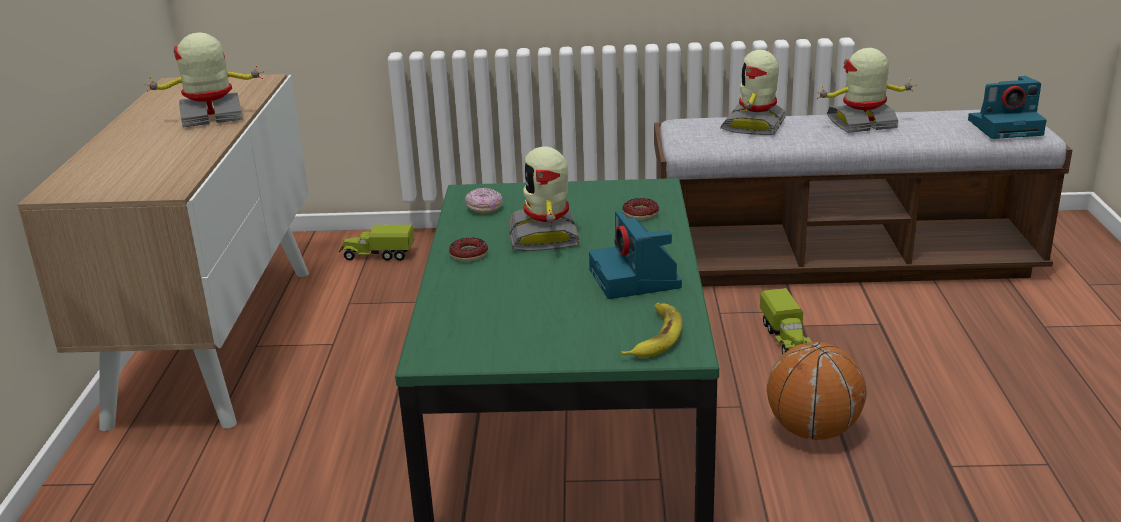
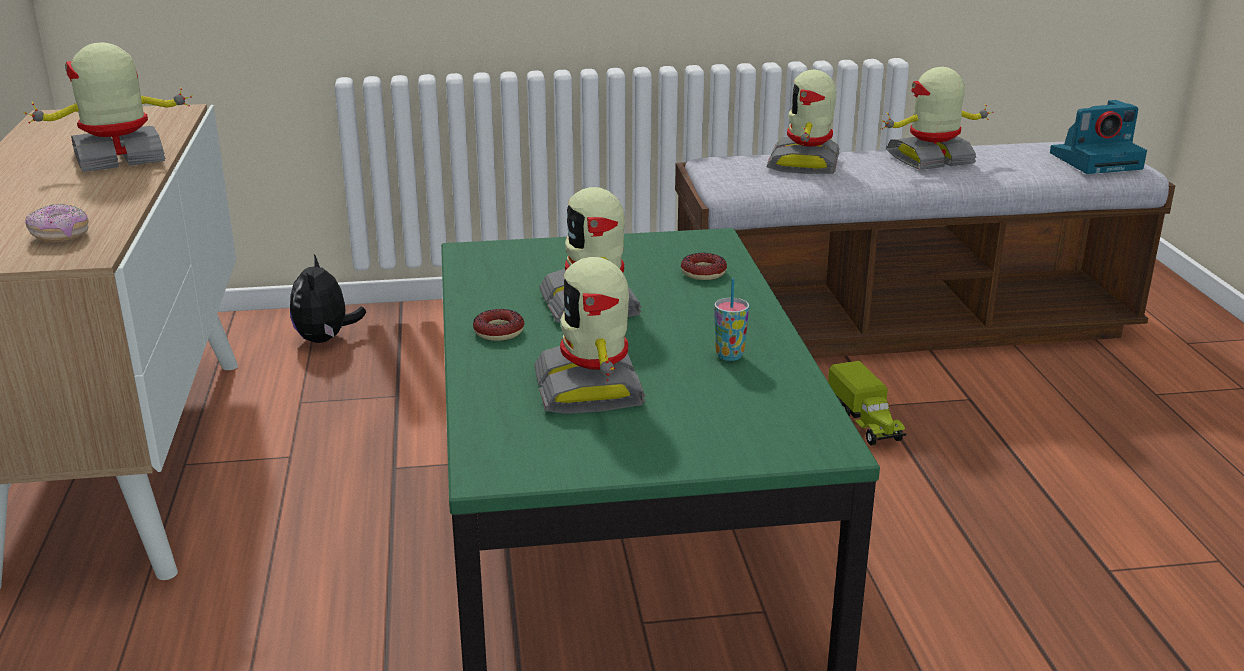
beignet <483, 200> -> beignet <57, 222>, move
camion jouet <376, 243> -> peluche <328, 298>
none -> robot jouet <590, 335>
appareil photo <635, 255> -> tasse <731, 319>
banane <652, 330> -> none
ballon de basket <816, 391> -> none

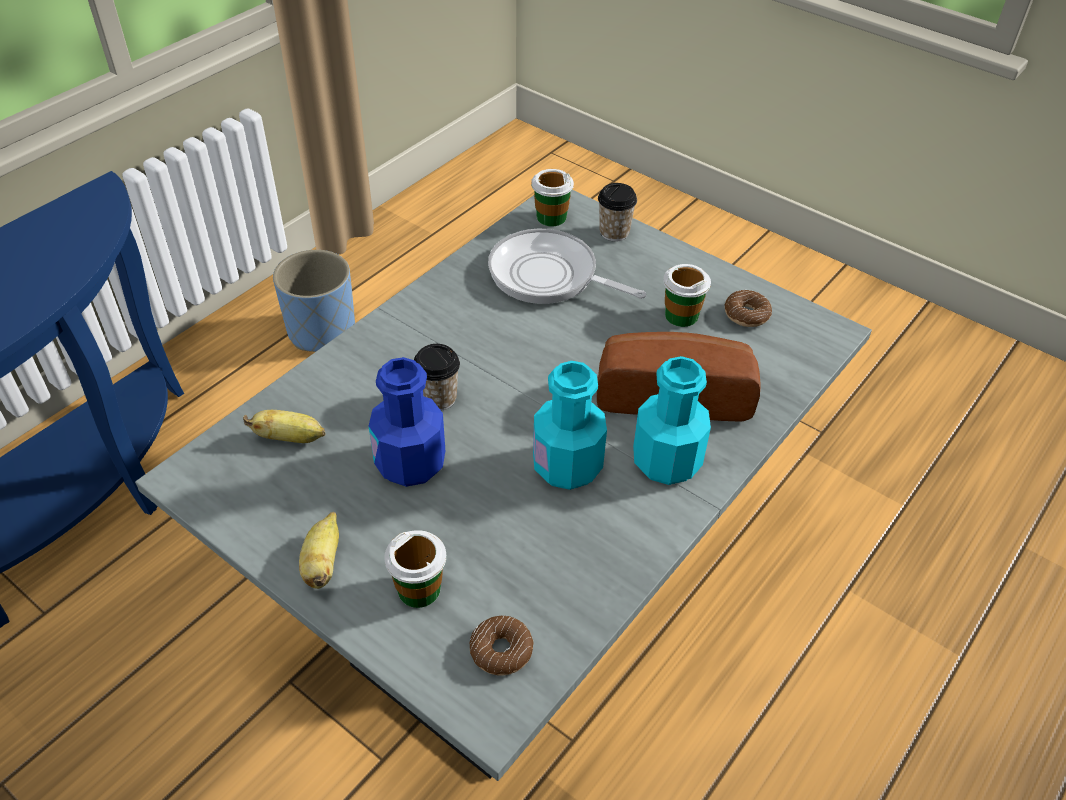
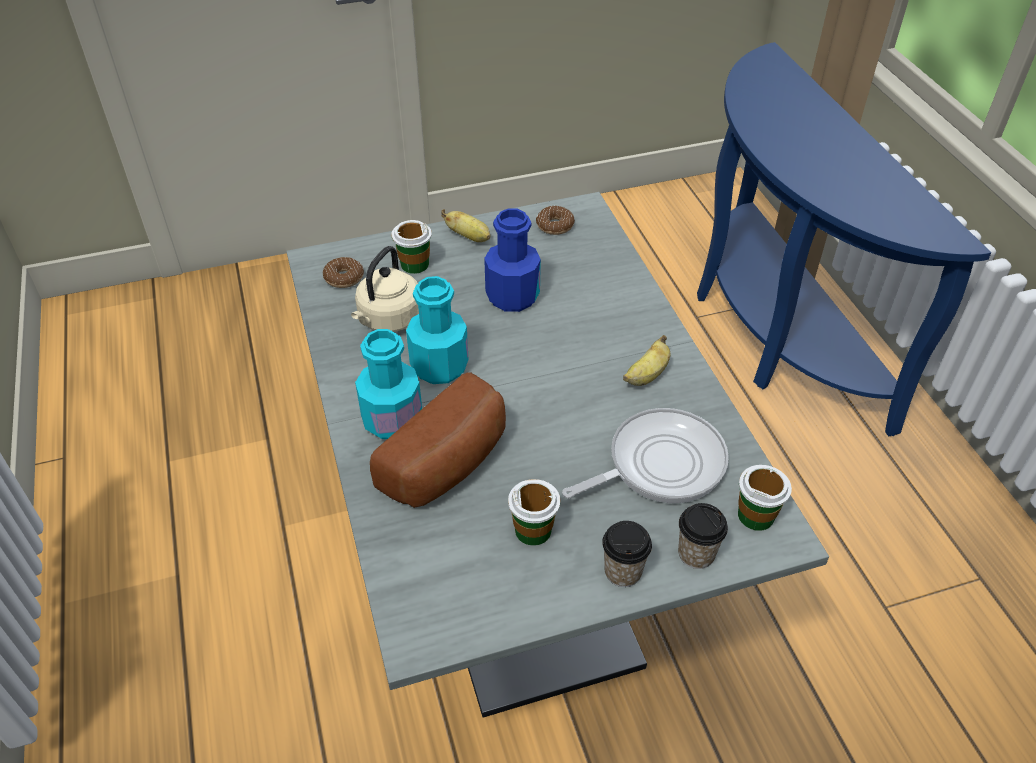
none -> bouilloire [beige] <385, 289>
beignet <748, 308> -> beignet <555, 220>, move
tasse <437, 377> -> tasse <627, 554>, move
banane <284, 426> -> banane <647, 360>, move
cache-pot [bleu] <314, 301> -> none

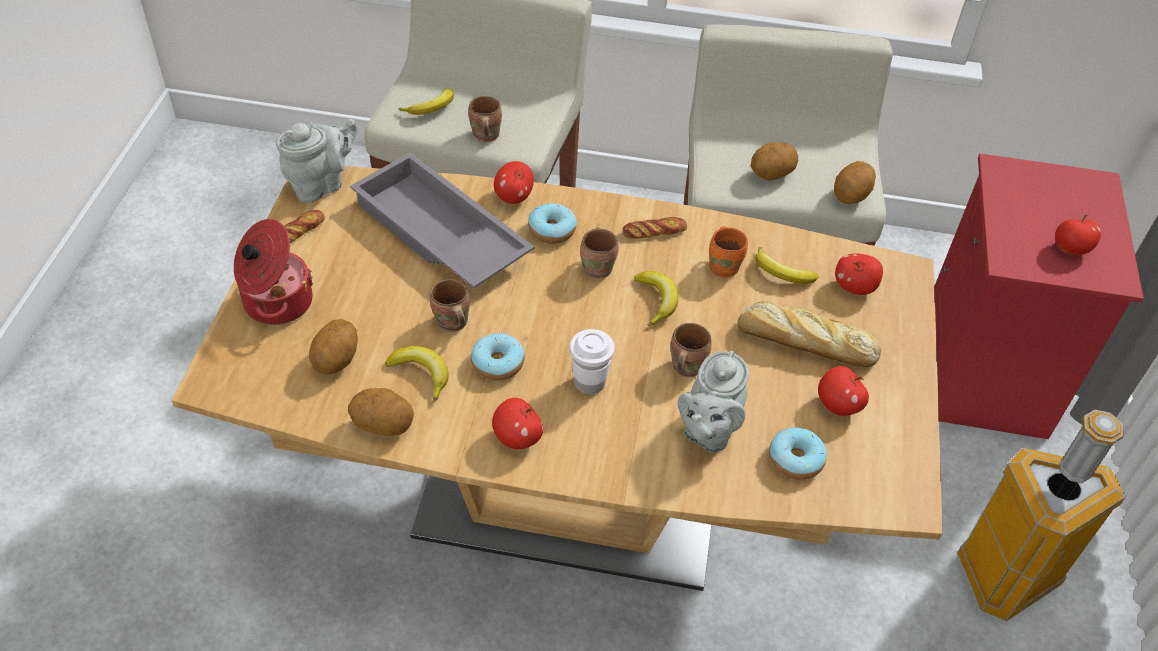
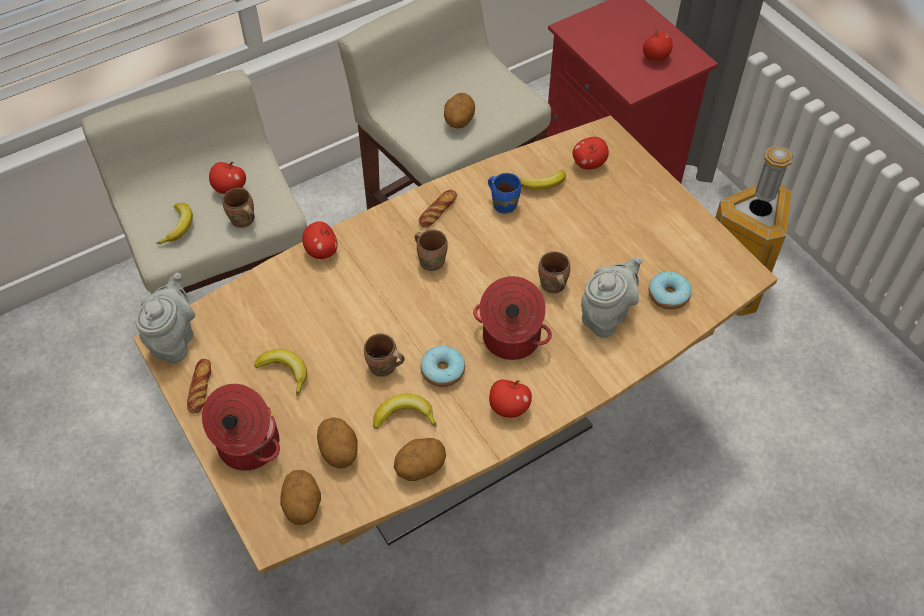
pomme <843, 391> -> pomme <227, 178>, move
banane <656, 298> -> banane <280, 372>, move
pomme de terre <855, 182> -> pomme de terre <300, 497>, move
tasse [blanc] <592, 361> -> marmite <512, 318>
mug [orange] <728, 252> -> mug [bleu] <504, 193>
théière [gris] <713, 401> -> théière [gris] <612, 297>, 120 degrees counterclockwise
plateau [gris] <442, 220> -> none
beignet <552, 223> -> none
pain <809, 334> -> none

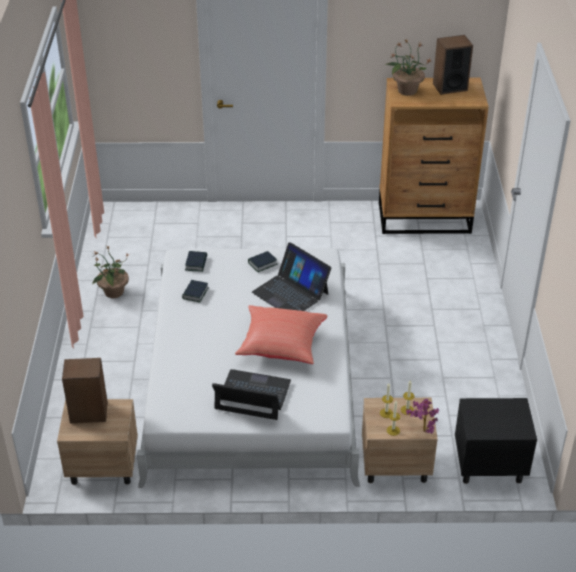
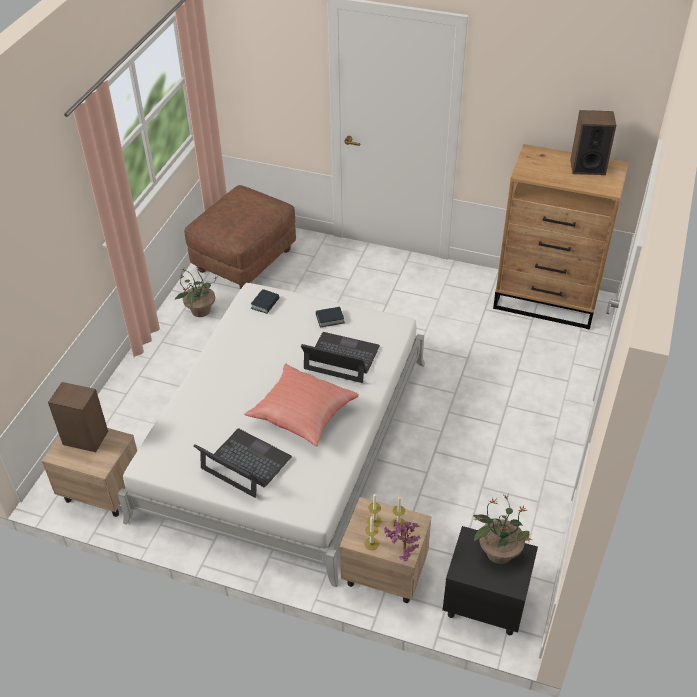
none -> pouf [marron] <240, 237>
ordinateur portable <292, 276> -> ordinateur portable <340, 357>, 135 degrees clockwise
plante en pot <408, 67> -> plante en pot <502, 529>, move
livre <195, 291> -> none

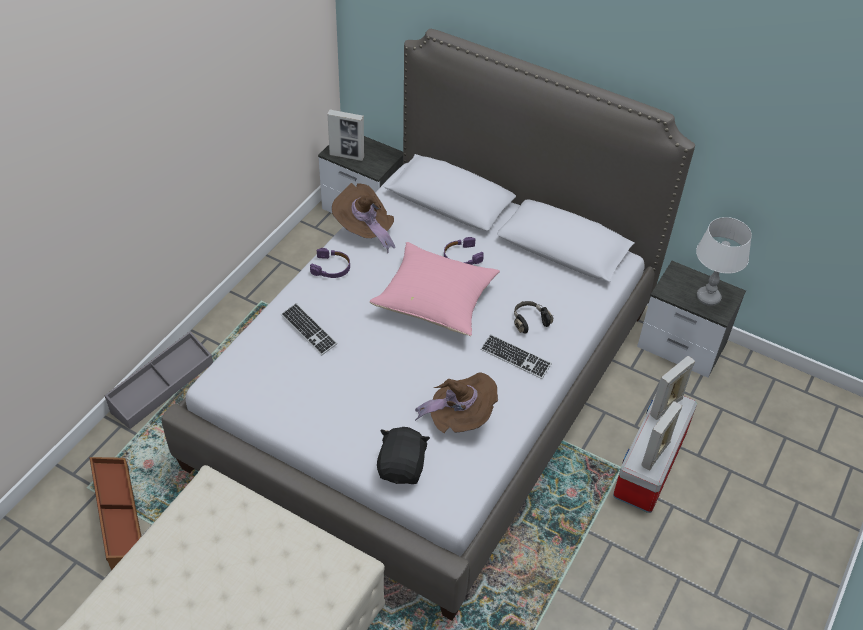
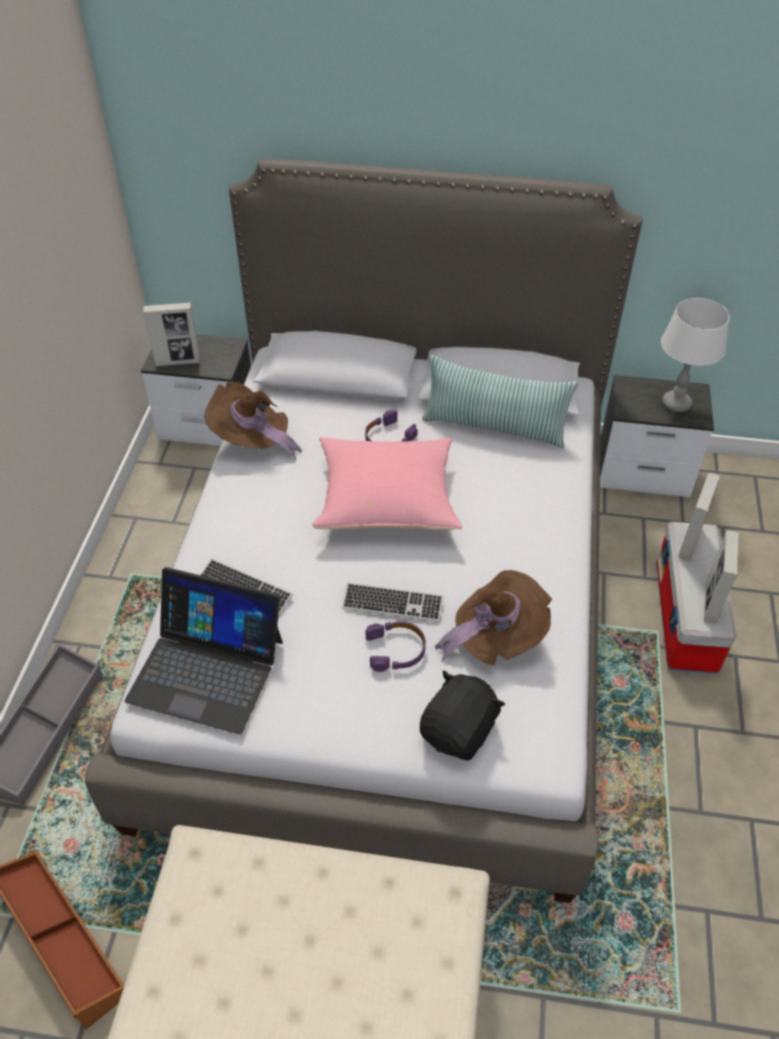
none -> ordinateur portable <204, 650>
clavier <516, 356> -> clavier <393, 602>, move
casque audio [violet] <330, 263> -> casque audio [violet] <395, 646>, move
peluche [noir] <403, 455> -> peluche [noir] <462, 715>, 45 degrees clockwise
none -> coussin <500, 401>
casque audio [noir] <533, 317> -> none

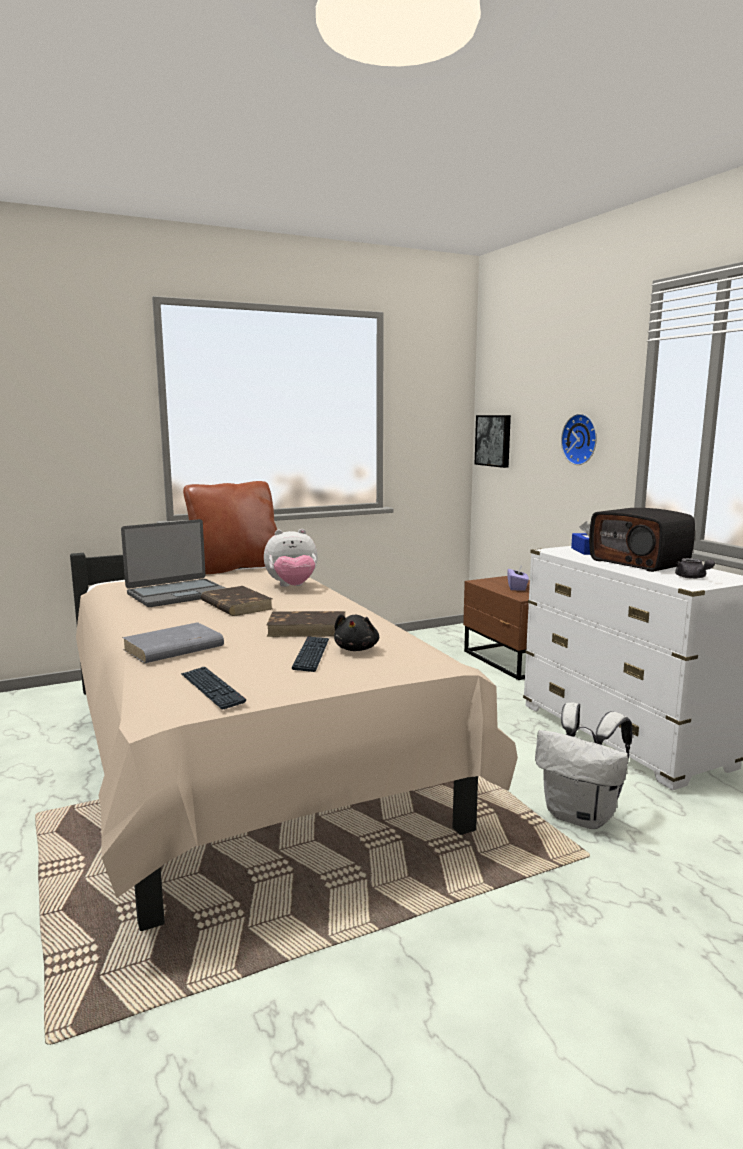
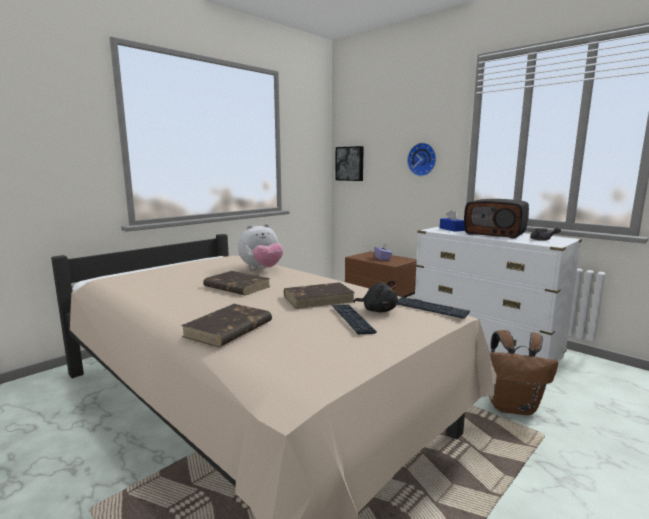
livre [gris] <173, 642> -> livre [marron] <226, 325>
peluche [noir] <356, 632> -> peluche [noir] <375, 296>, 45 degrees counterclockwise
clavier <213, 688> -> clavier <434, 308>, move
sac à dos [blanc] <583, 765> -> sac à dos [marron] <523, 372>
ordinateur portable <173, 563> -> none
coussin [marron] <230, 527> -> none

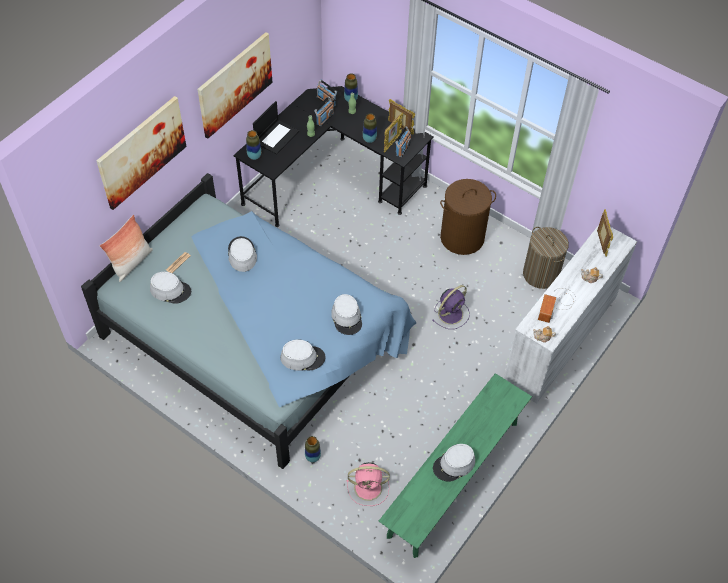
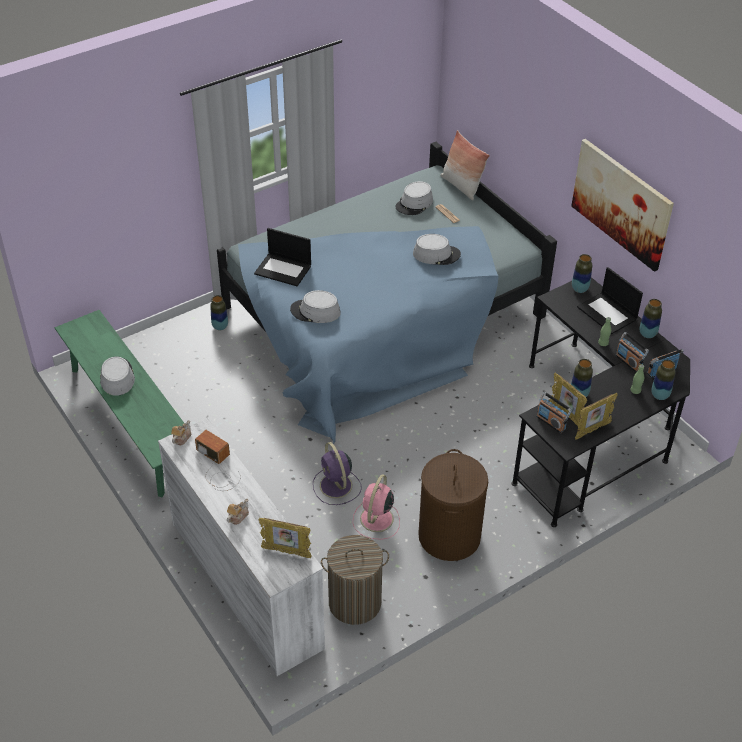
chapeau [gris] <303, 355> -> ordinateur portable <282, 257>
ventilateur [rose] <368, 484> -> ventilateur [rose] <376, 506>, move
none -> vase <651, 318>
tableau <141, 153> -> none

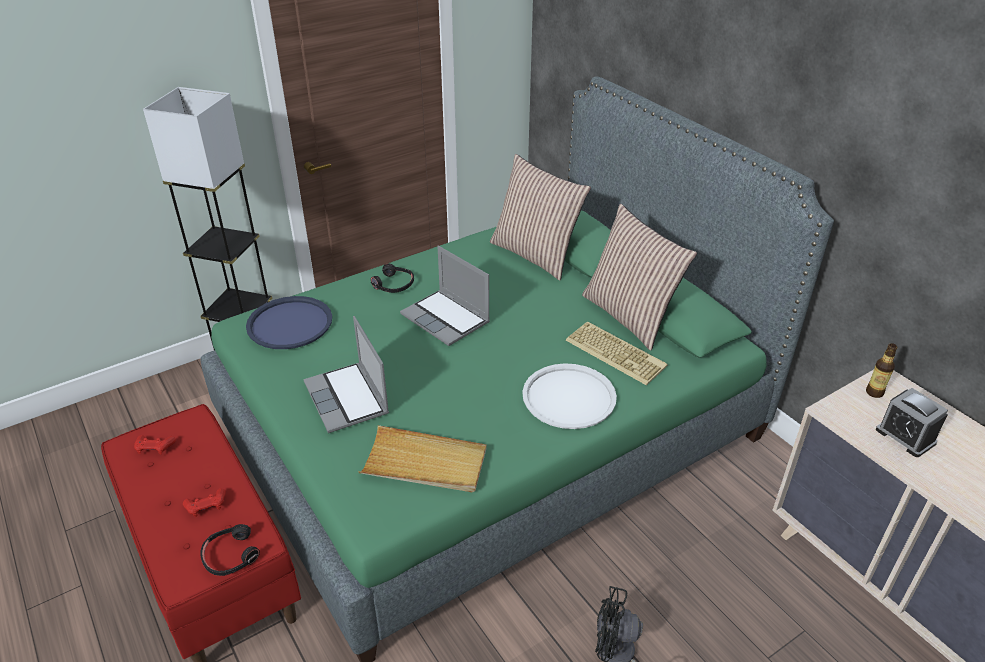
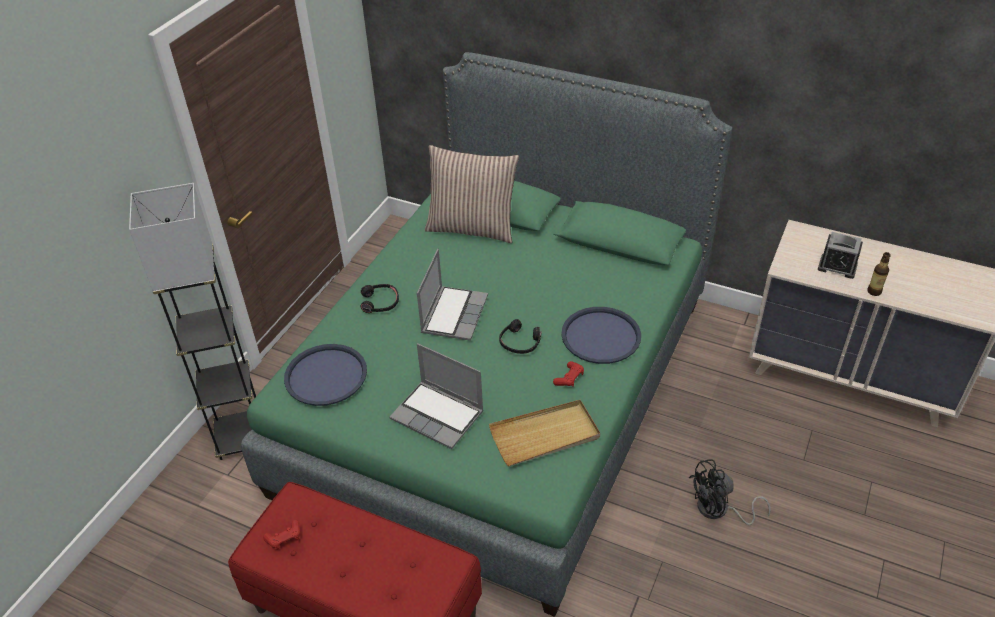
ordinateur portable <445, 296> -> ordinateur portable <452, 295>, 90 degrees counterclockwise
casque audio [noir] <230, 550> -> casque audio [noir] <520, 336>, move
manette [rouge] <204, 502> -> manette [rouge] <568, 374>, move
plateau [blanc] <569, 396> -> plateau [bleu] <601, 335>
bouteille <881, 370> -> bouteille <879, 274>, move
clavier <617, 353> -> none
coussin <639, 277> -> none

